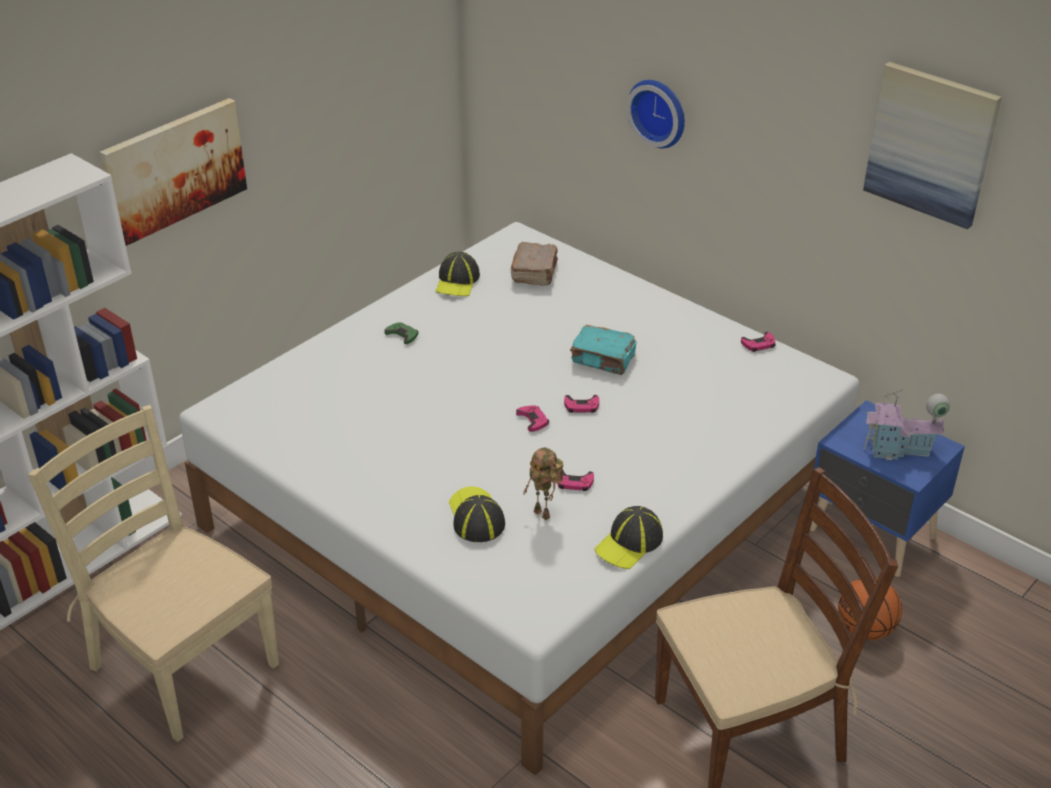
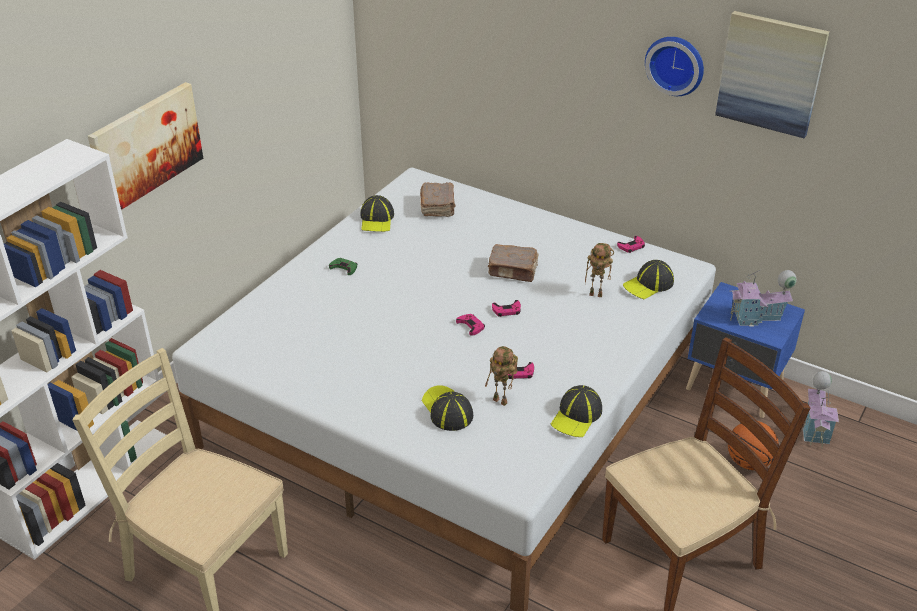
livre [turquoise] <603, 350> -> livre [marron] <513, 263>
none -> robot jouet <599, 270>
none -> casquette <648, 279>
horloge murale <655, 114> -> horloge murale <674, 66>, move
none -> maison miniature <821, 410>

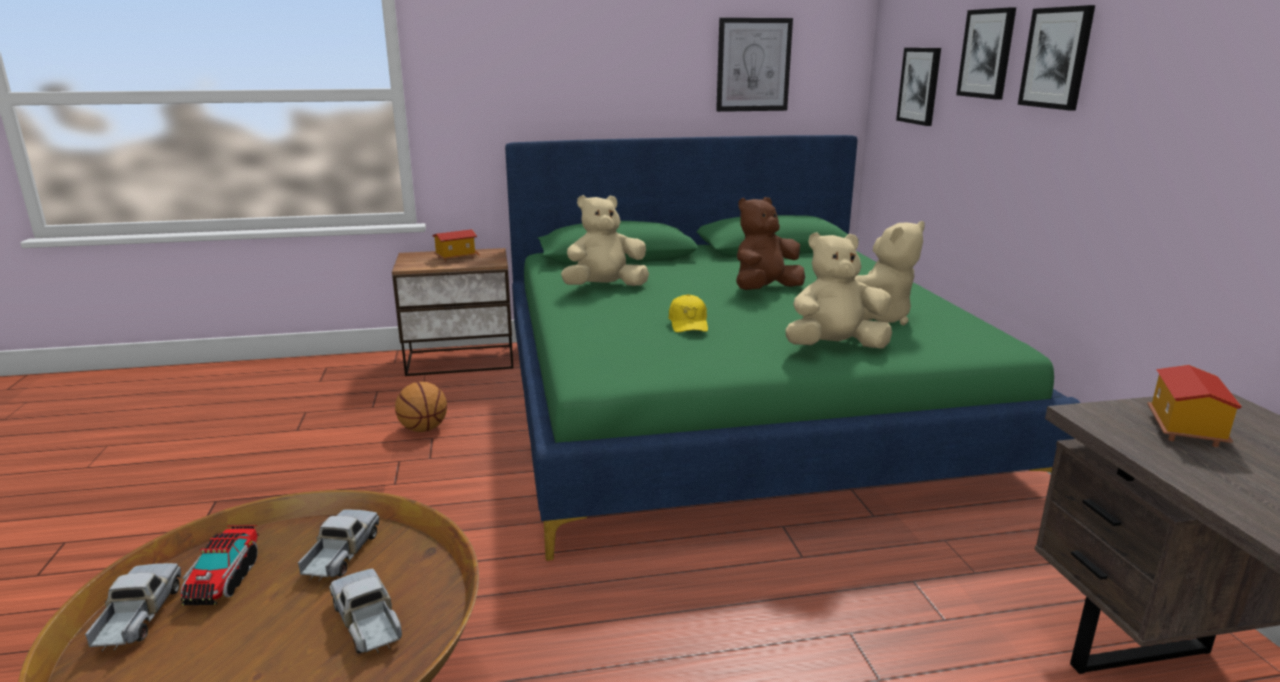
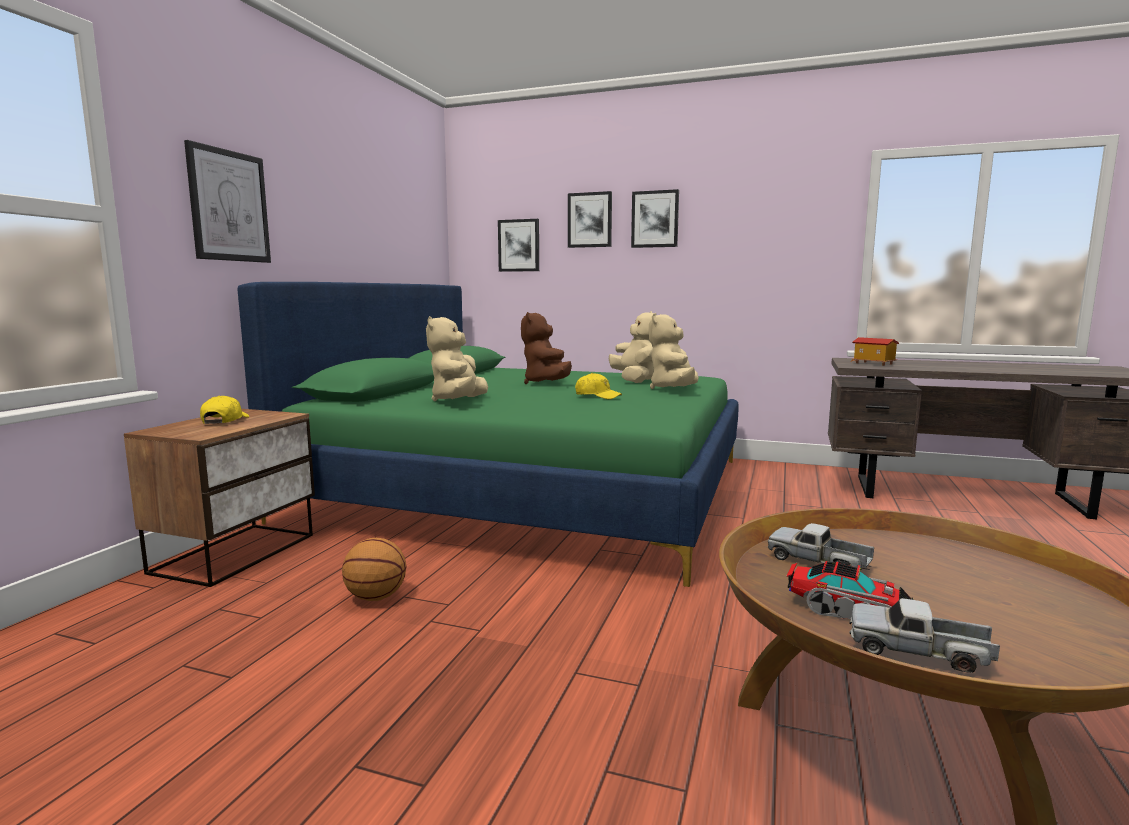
tableau <754, 65> -> tableau <227, 201>, move
maison miniature <455, 245> -> casquette [jaune] <224, 409>
camion jouet <365, 611> -> none

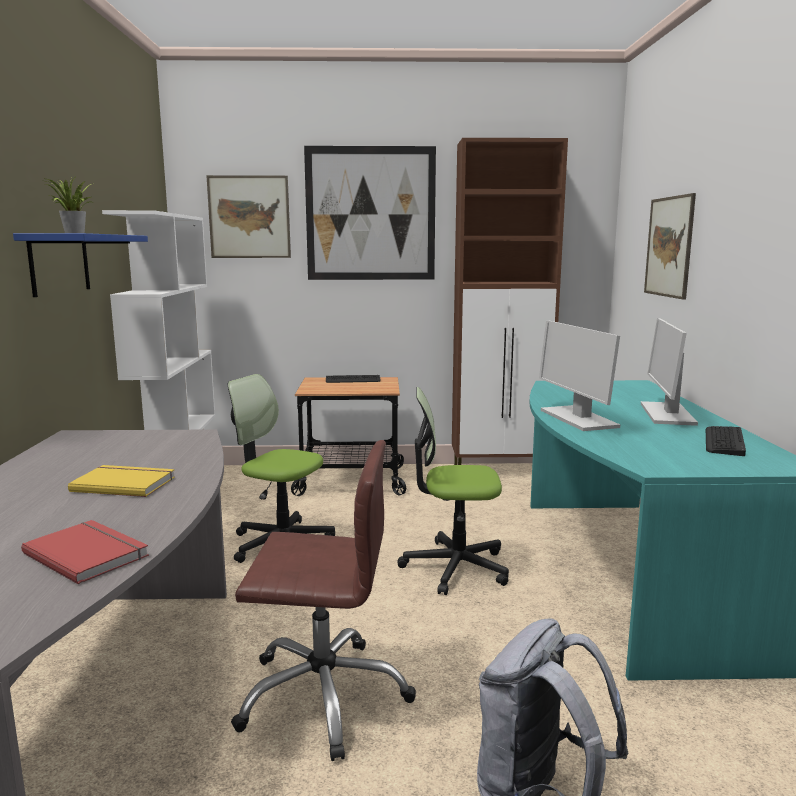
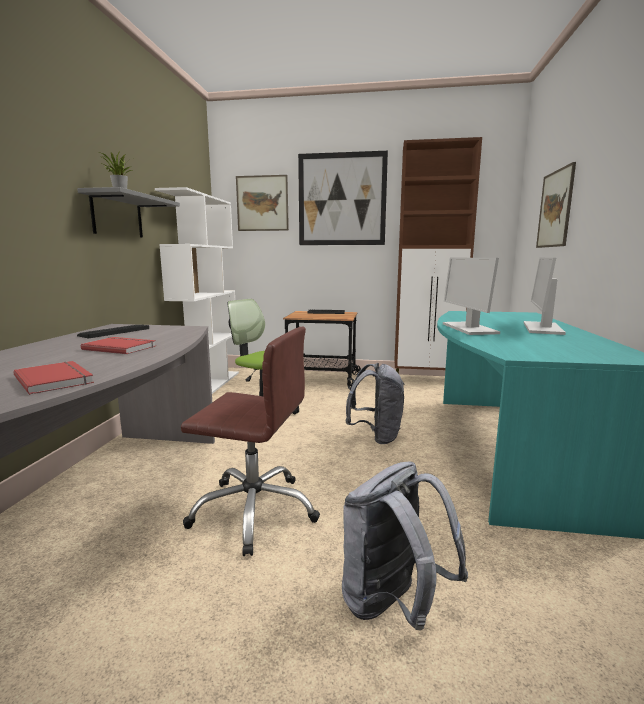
étagère [bleu] <80, 265> -> étagère [gris] <128, 212>
clavier <726, 441> -> clavier <113, 331>, move
livre [jaune] <121, 481> -> livre [rouge] <118, 345>
chaise de bureau <453, 491> -> sac à dos [gris] <374, 403>

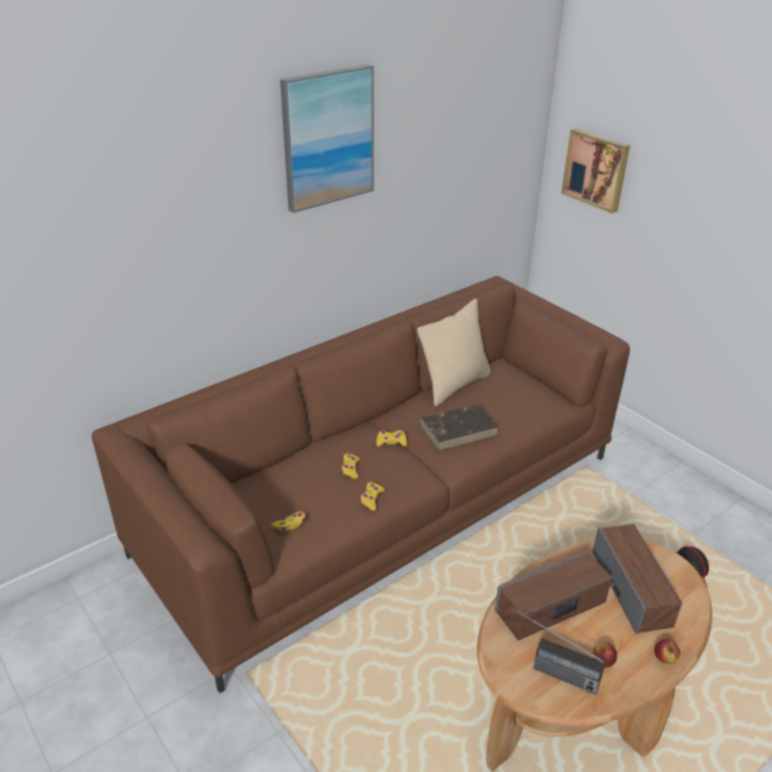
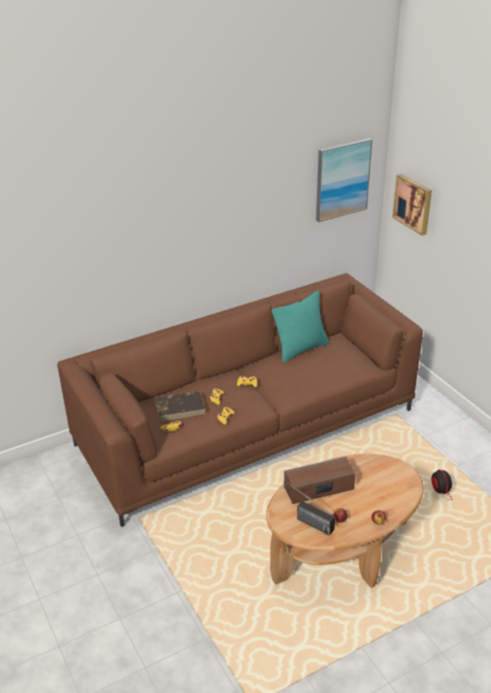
livre [marron] <459, 427> -> livre [marron] <180, 406>, move
coussin [beige] <454, 352> -> coussin [turquoise] <300, 327>
tableau <327, 138> -> tableau <344, 180>, move
enceinte <637, 579> -> none

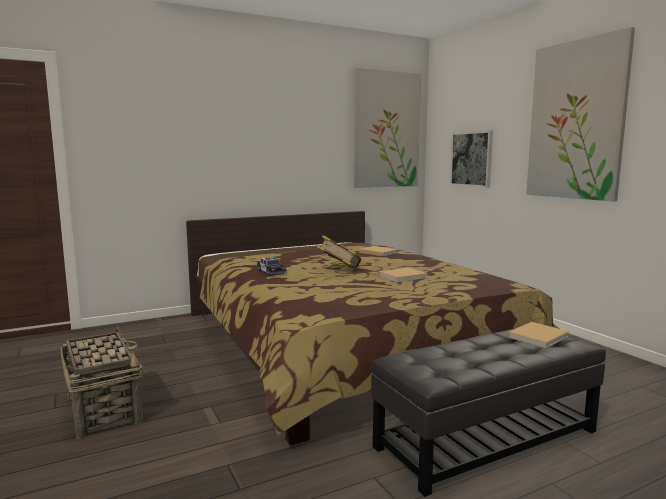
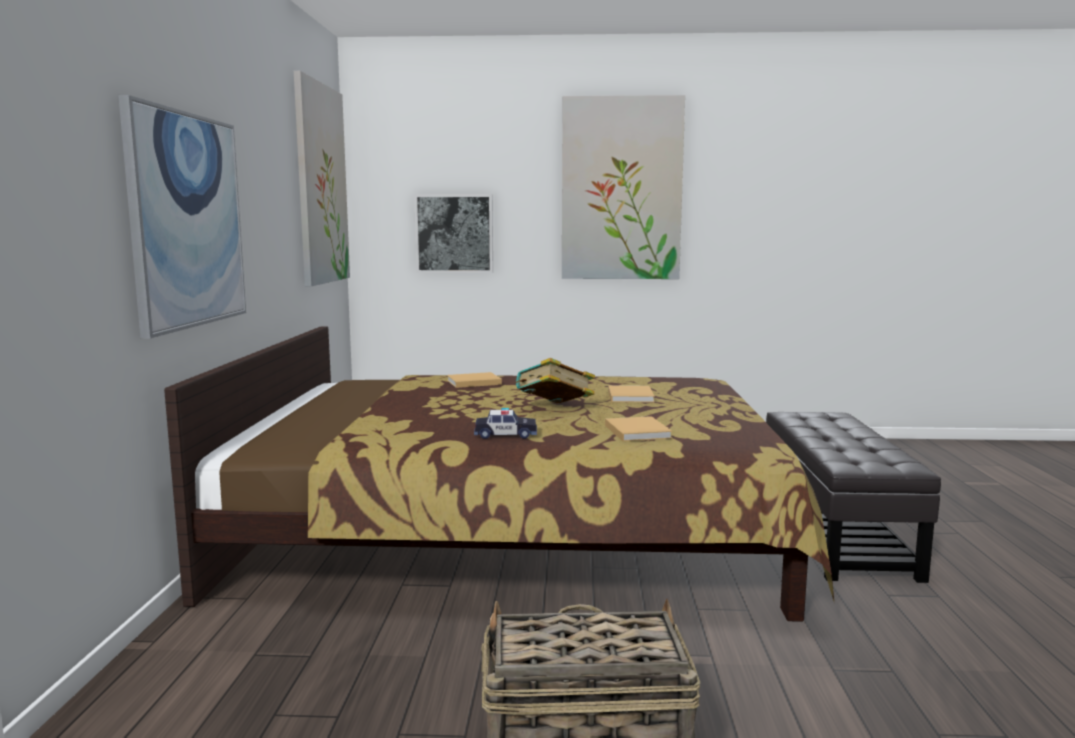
none -> tableau <182, 216>
livre [beige] <538, 335> -> livre [beige] <639, 428>, move

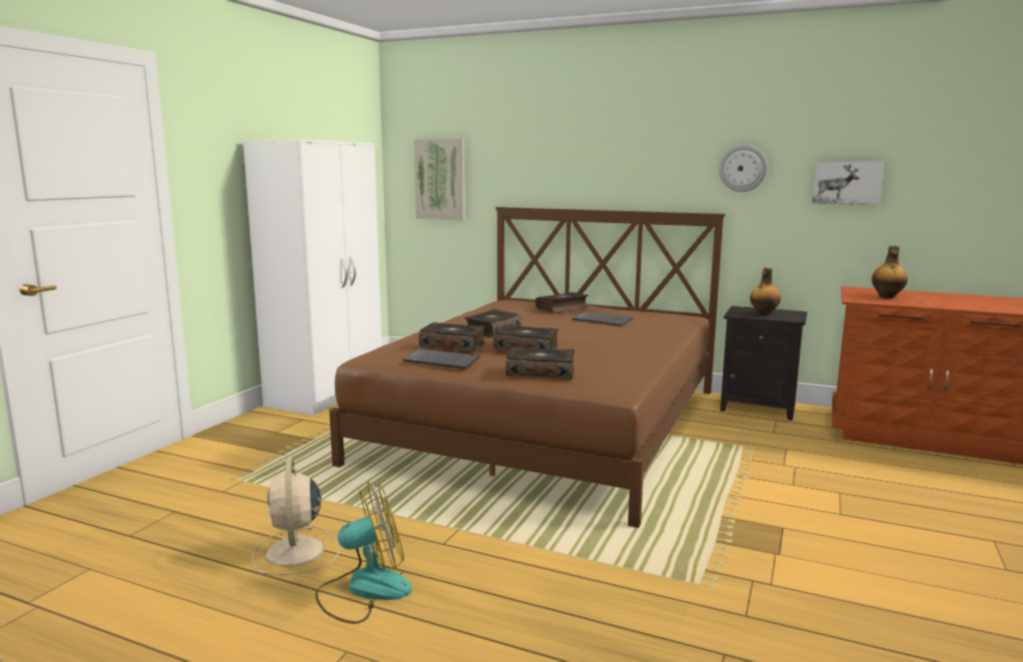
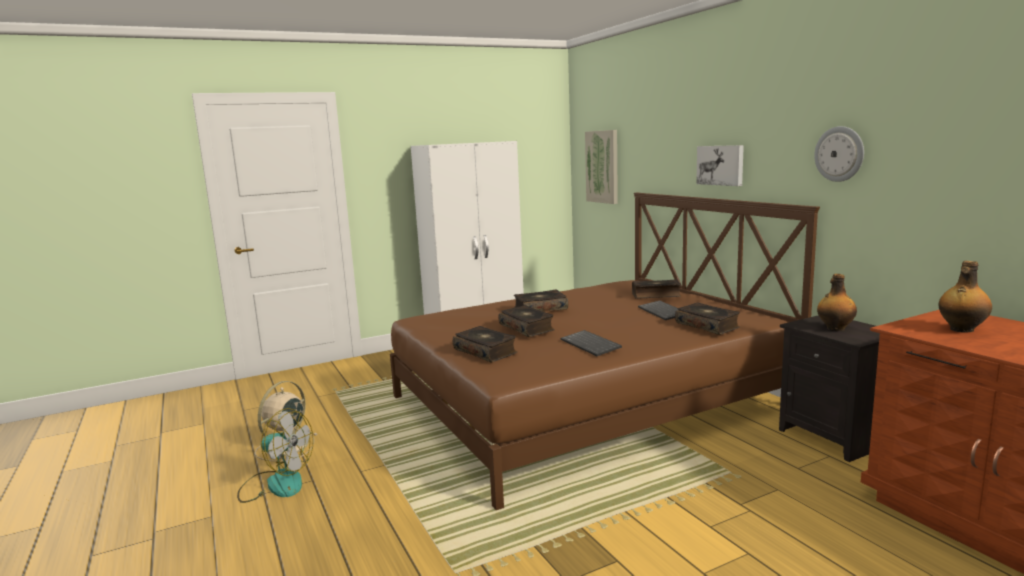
clavier <441, 359> -> clavier <591, 343>, move
livre <452, 336> -> livre <707, 319>, move
tableau <848, 183> -> tableau <720, 165>, move

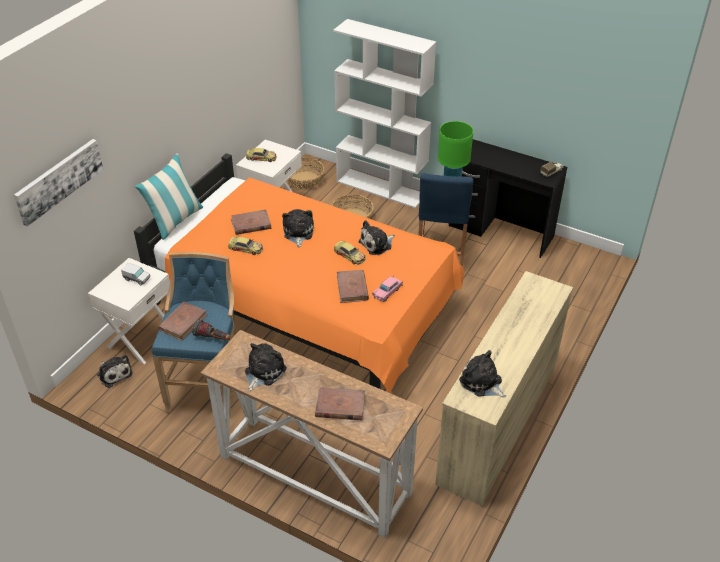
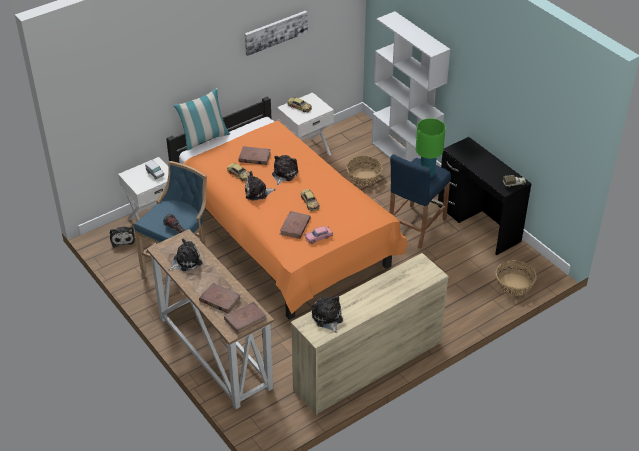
livre [marron] <183, 321> -> livre [marron] <245, 317>, move
tableau <58, 182> -> tableau <276, 33>, move
peluche <376, 237> -> peluche <260, 186>, move
panier <306, 173> -> panier <516, 277>, move

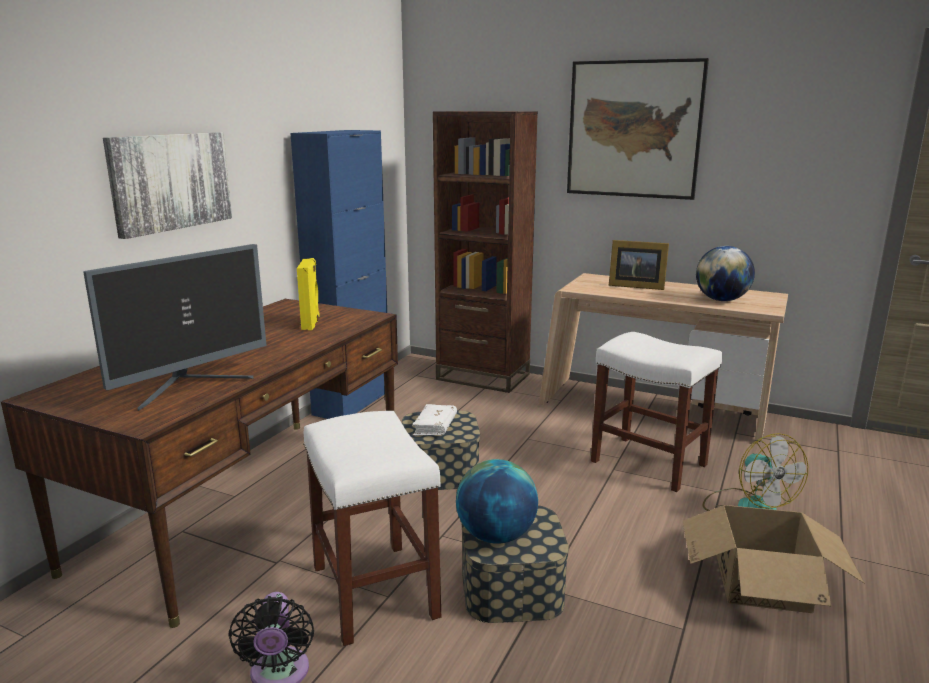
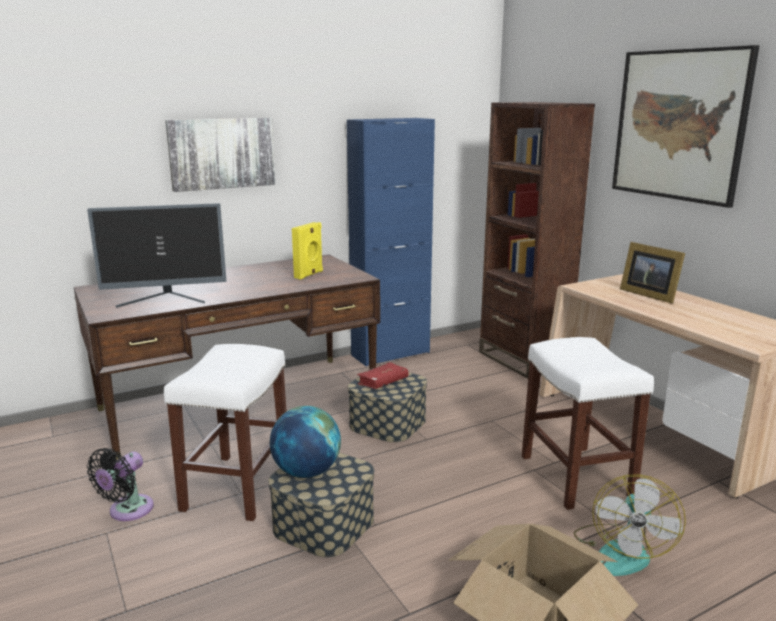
livre [blanc] <434, 420> -> livre [rouge] <383, 375>
globe <725, 273> -> none

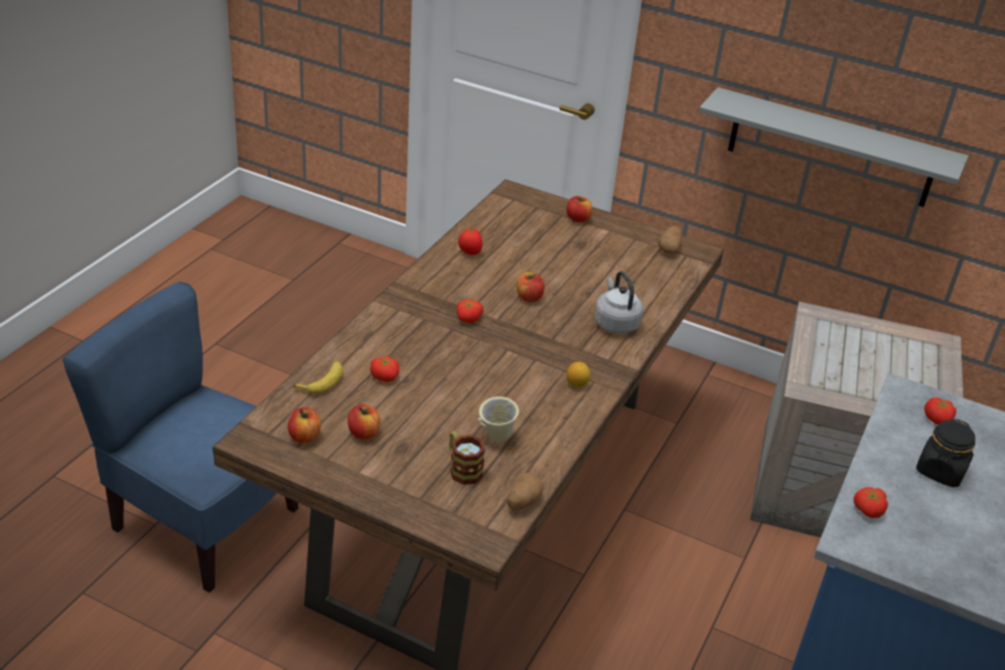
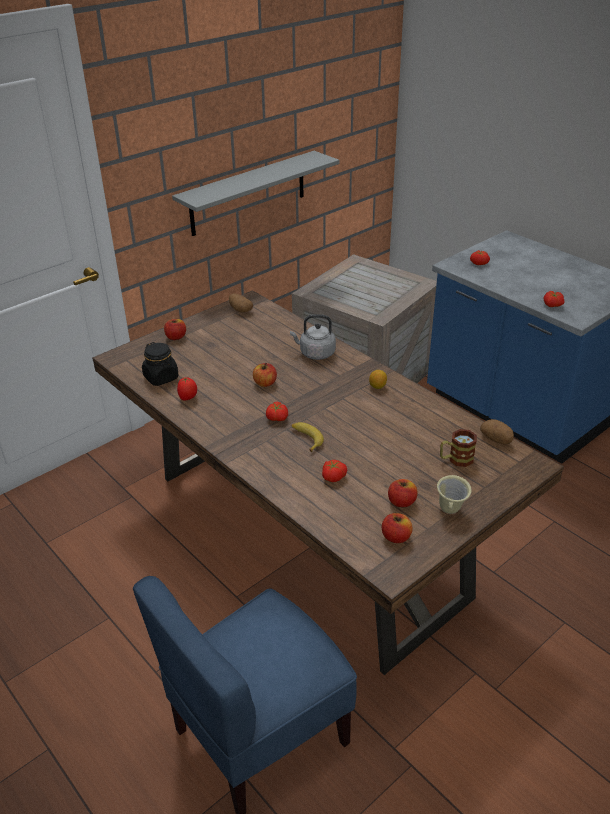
bocal [noir] <945, 453> -> bocal [noir] <160, 364>, move
banane <318, 377> -> banane <308, 437>, move
mug [beige] <498, 419> -> mug [beige] <454, 494>, move

